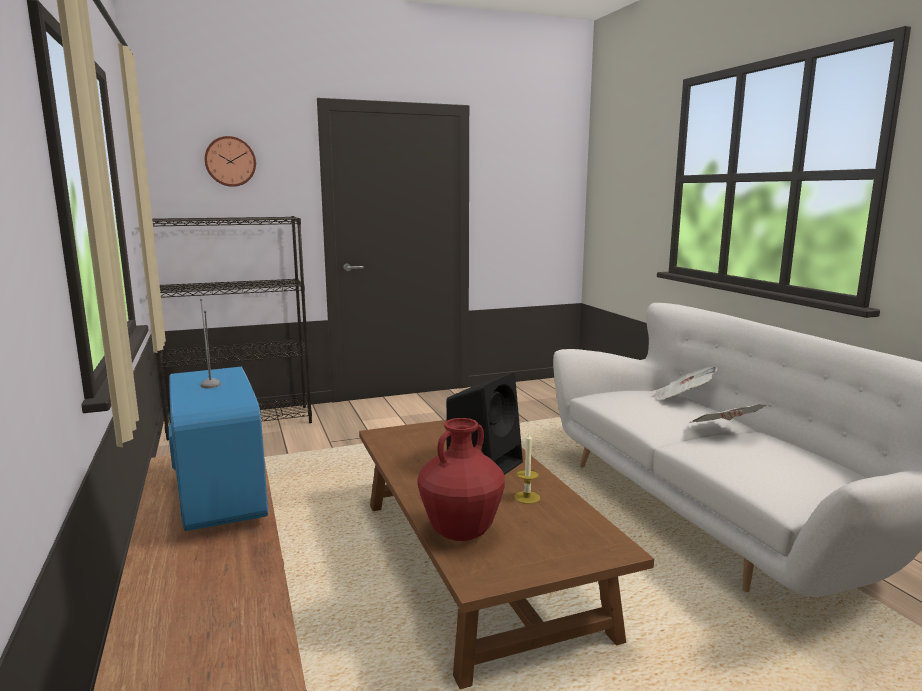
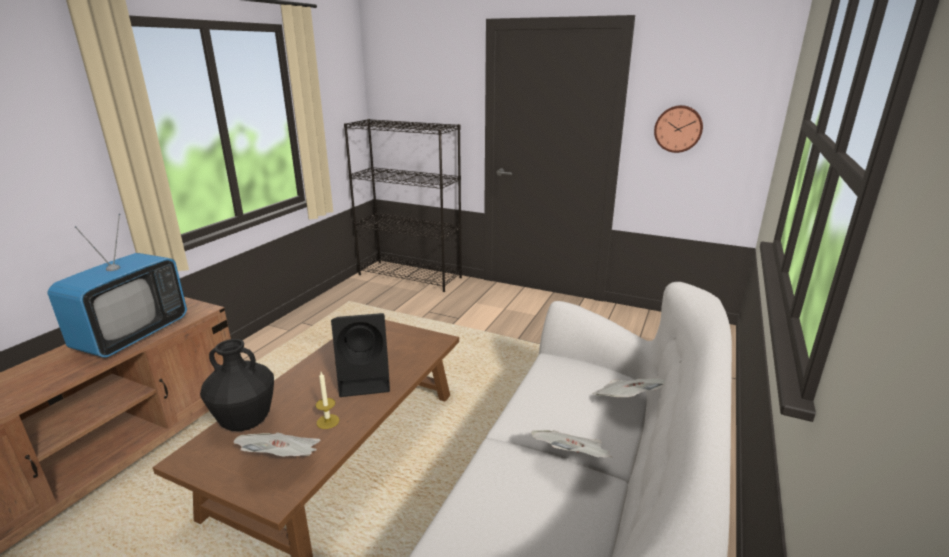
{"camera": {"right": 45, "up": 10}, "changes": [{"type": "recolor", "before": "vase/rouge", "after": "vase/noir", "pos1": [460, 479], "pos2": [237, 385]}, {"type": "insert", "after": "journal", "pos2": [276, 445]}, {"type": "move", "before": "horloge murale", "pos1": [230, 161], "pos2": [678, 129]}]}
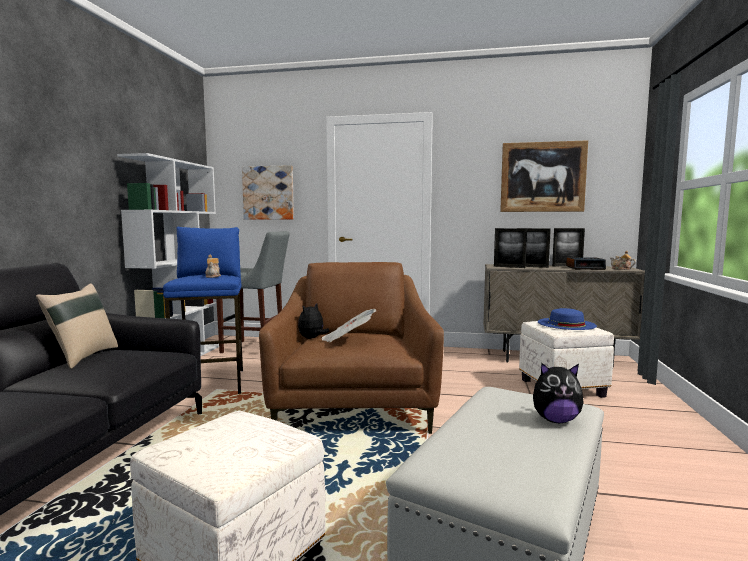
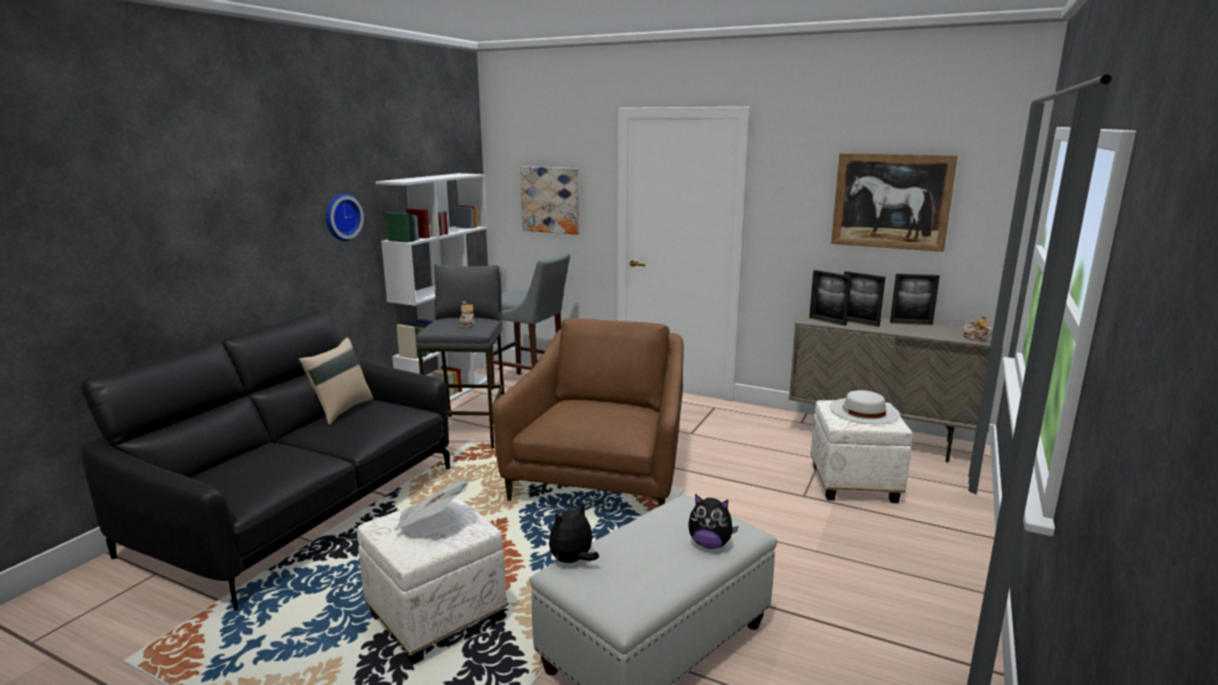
{"camera": {"right": 15, "up": 10}, "changes": [{"type": "insert", "after": "horloge murale", "pos2": [345, 217]}, {"type": "move", "before": "journal", "pos1": [348, 325], "pos2": [432, 504]}, {"type": "recolor", "before": "tabouret/bleu", "after": "tabouret/gris", "pos1": [203, 310], "pos2": [460, 356]}, {"type": "move", "before": "peluche", "pos1": [313, 321], "pos2": [574, 533]}, {"type": "recolor", "before": "chapeau/bleu", "after": "chapeau/blanc", "pos1": [567, 319], "pos2": [864, 407]}, {"type": "delete", "before": "réveil", "pos1": [586, 263]}]}
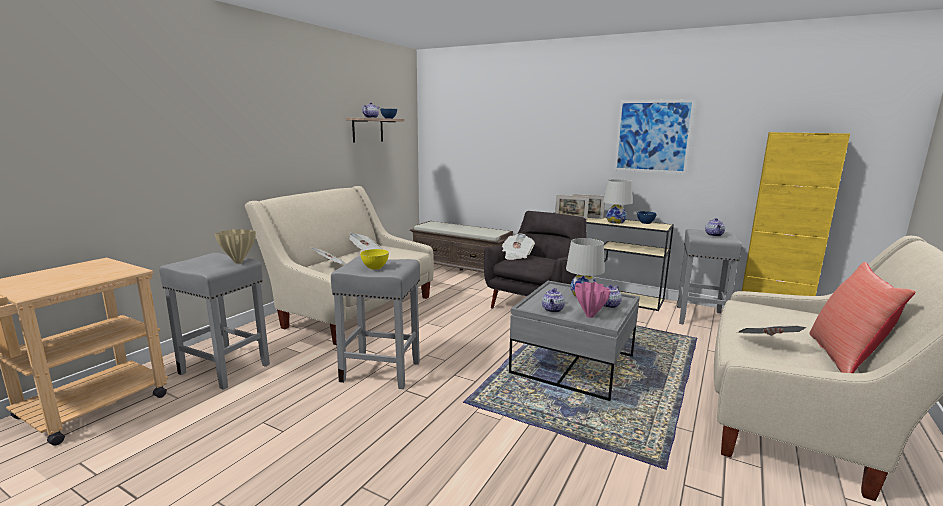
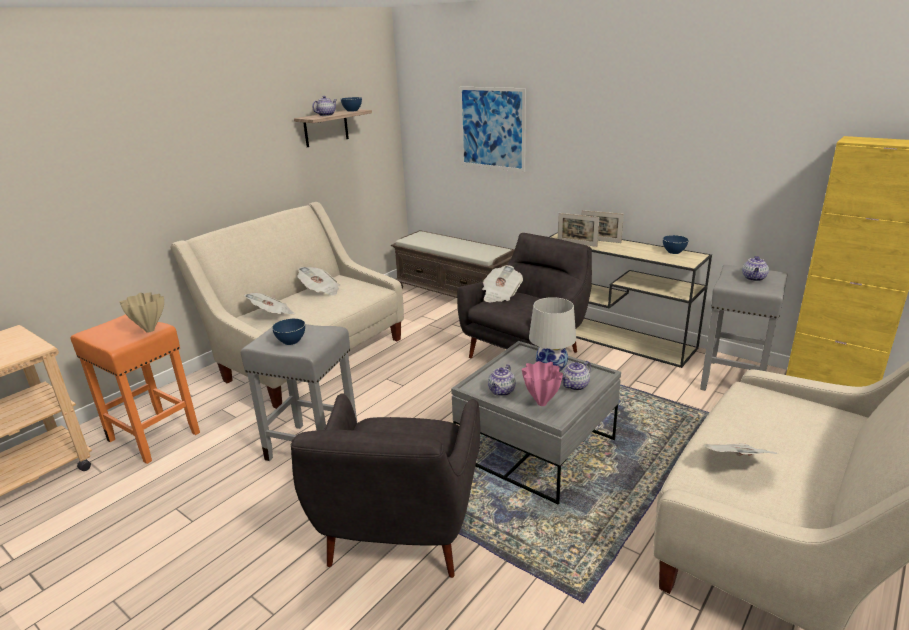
{"camera": {"right": 10, "up": 10}, "changes": [{"type": "recolor", "before": "tabouret/gris", "after": "tabouret/orange", "pos1": [214, 321], "pos2": [135, 389]}, {"type": "recolor", "before": "bol/jaune", "after": "bol/bleu", "pos1": [374, 259], "pos2": [288, 331]}, {"type": "insert", "after": "fauteuil/gris", "pos2": [385, 485]}, {"type": "move", "before": "tableau", "pos1": [655, 136], "pos2": [492, 129]}, {"type": "delete", "before": "lampe de table/blanc", "pos1": [617, 201]}, {"type": "delete", "before": "coussin/rouge", "pos1": [862, 317]}]}
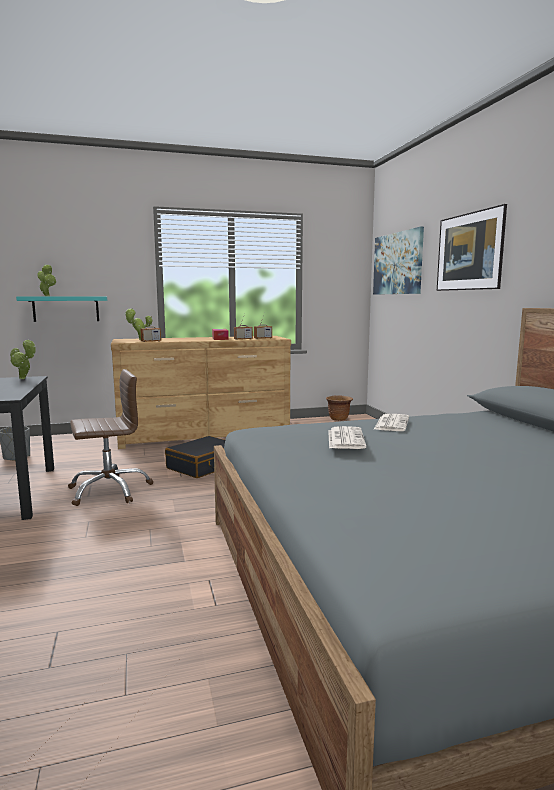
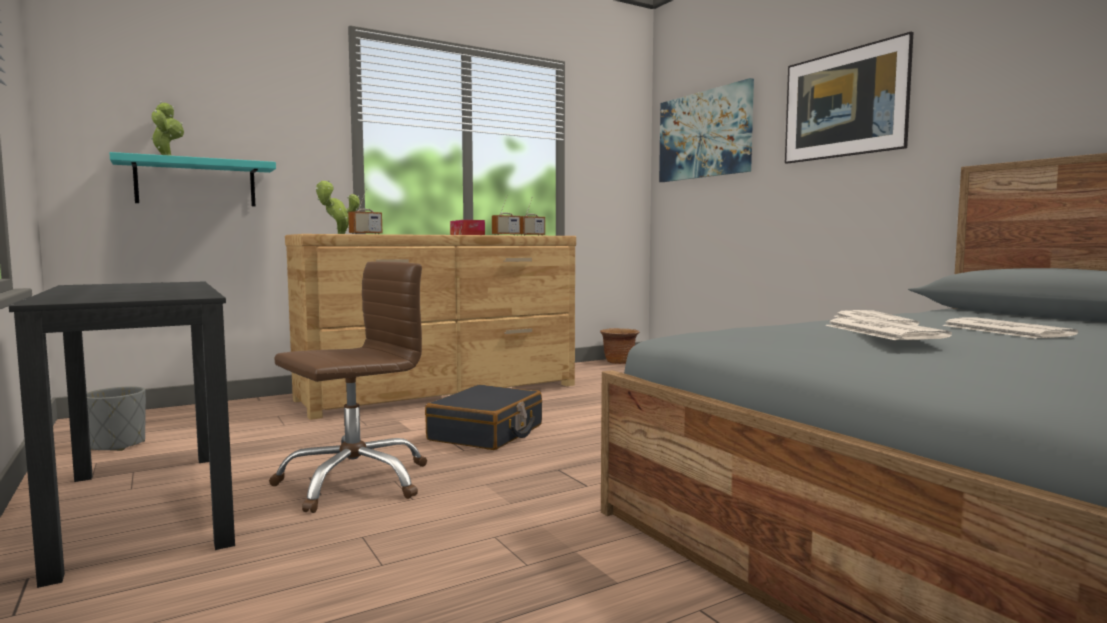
{"camera": {"right": -15, "up": -5}, "changes": [{"type": "insert", "after": "journal", "pos2": [1010, 328]}, {"type": "delete", "before": "plante en pot", "pos1": [23, 359]}]}
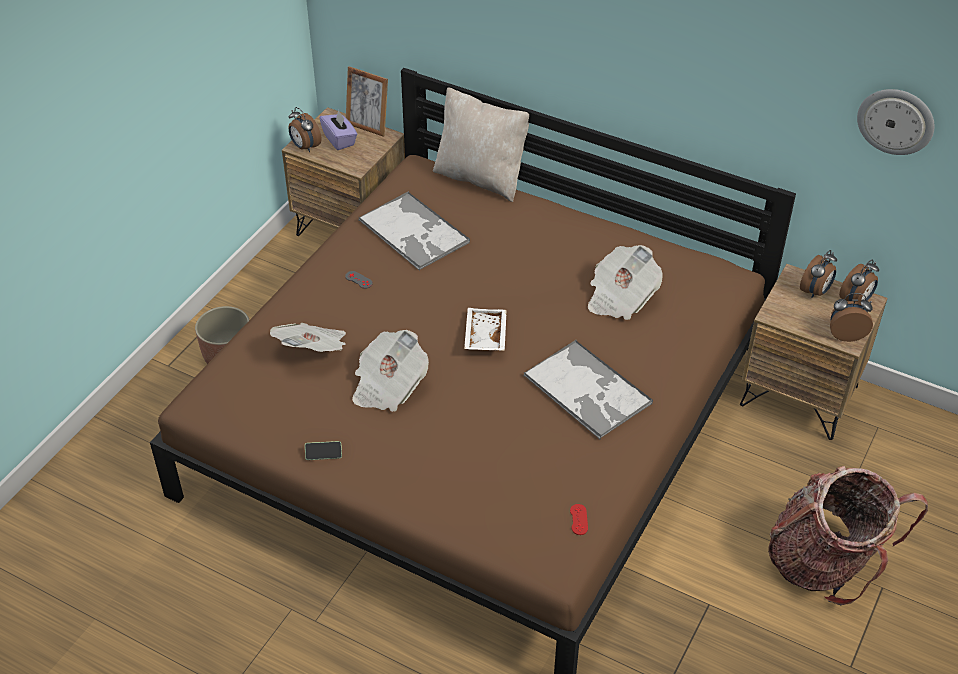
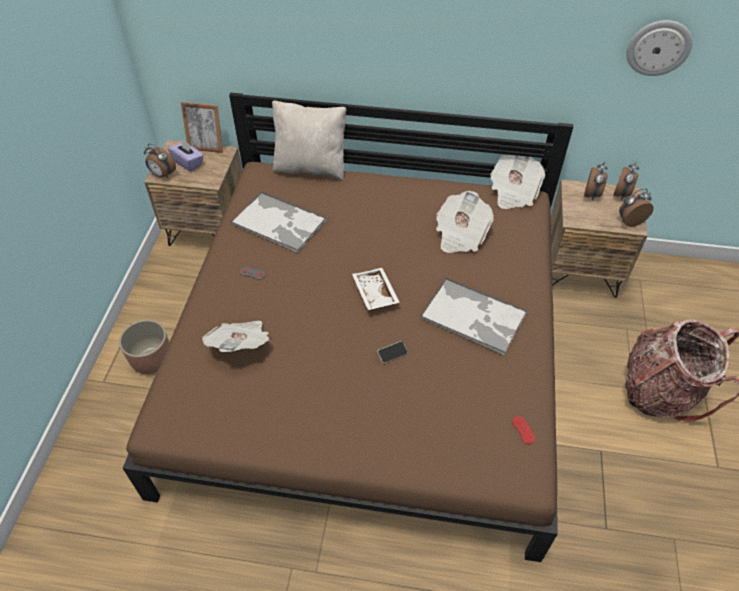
{"camera": {"right": -20, "up": 5}, "changes": [{"type": "move", "before": "téléphone", "pos1": [323, 450], "pos2": [392, 352]}, {"type": "move", "before": "journal", "pos1": [390, 371], "pos2": [517, 182]}]}
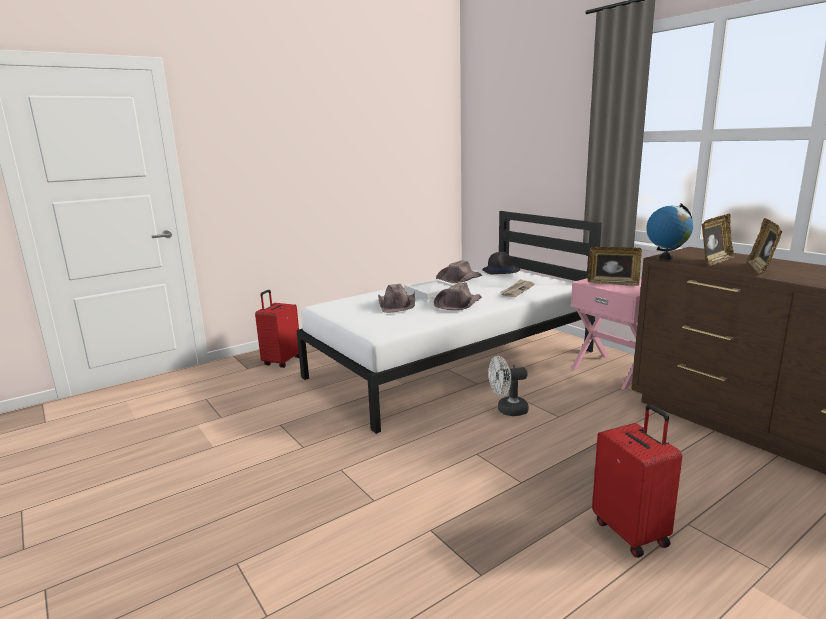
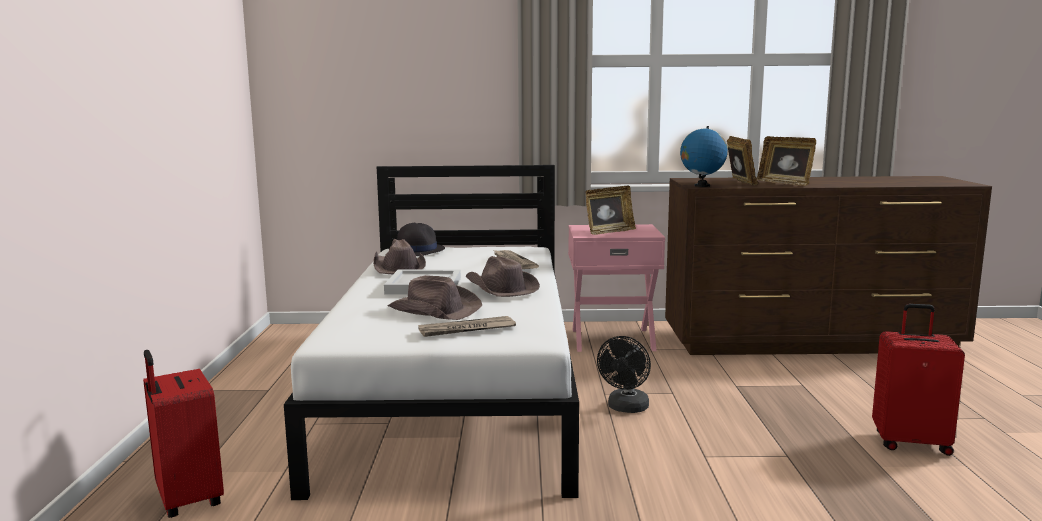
{"camera": {"right": -55, "up": -5}, "changes": [{"type": "insert", "after": "journal", "pos2": [467, 326]}, {"type": "recolor", "before": "ventilateur/blanc", "after": "ventilateur/noir", "pos1": [508, 386], "pos2": [624, 374]}]}
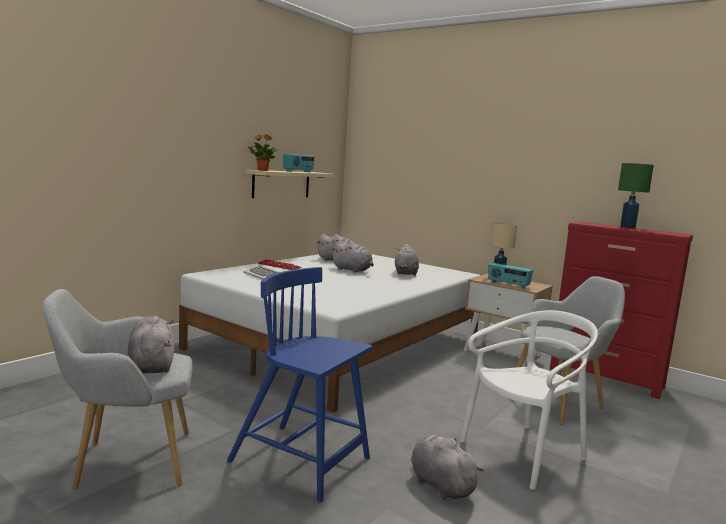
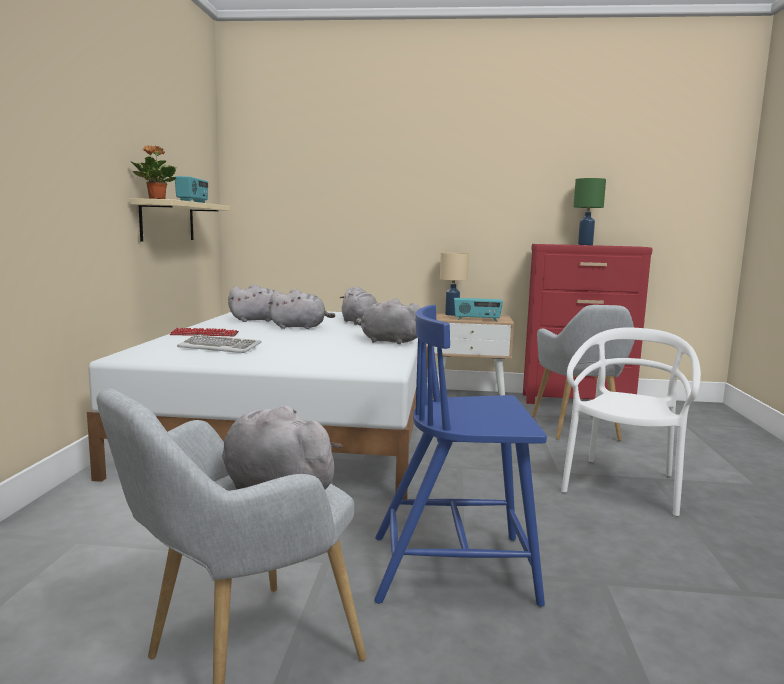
{"camera": {"right": -30, "up": 0}, "changes": [{"type": "move", "before": "peluche/gris", "pos1": [447, 467], "pos2": [388, 321]}, {"type": "rotate", "before": "fauteuil/gris", "pos1": [570, 350], "pos2": [583, 373], "turn": 150}]}
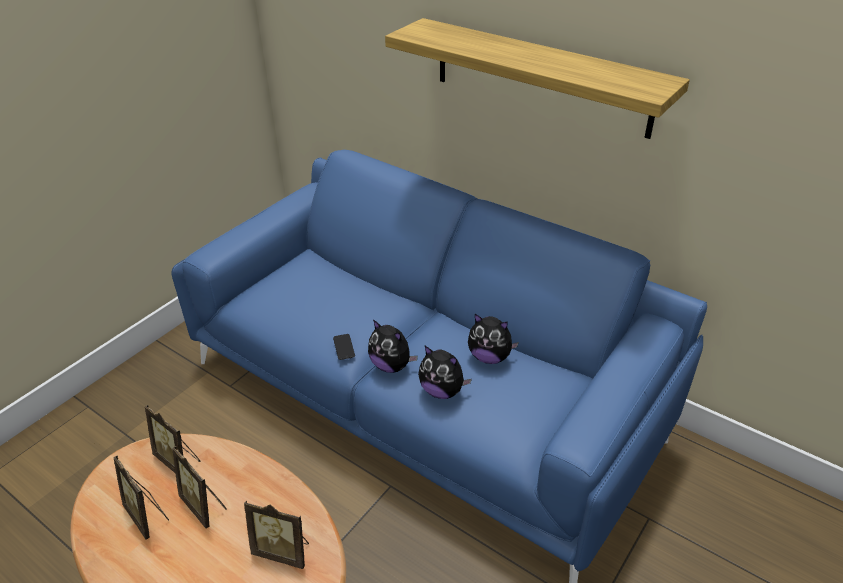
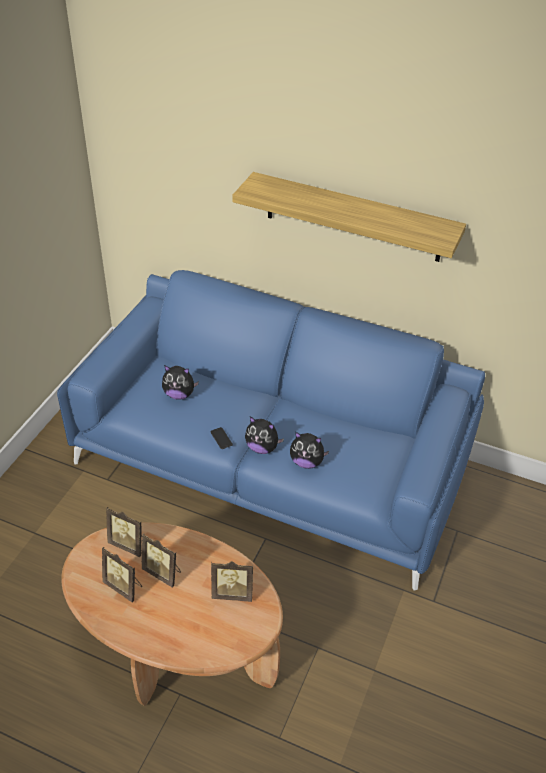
{"camera": {"right": -15, "up": 5}, "changes": [{"type": "move", "before": "peluche", "pos1": [493, 339], "pos2": [180, 382]}]}
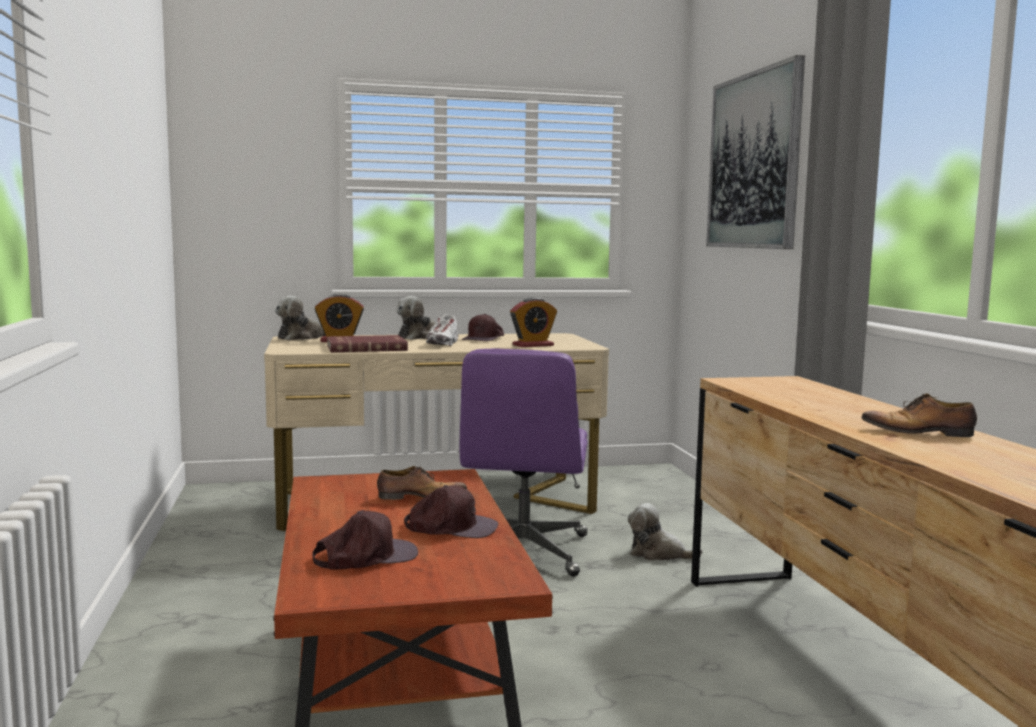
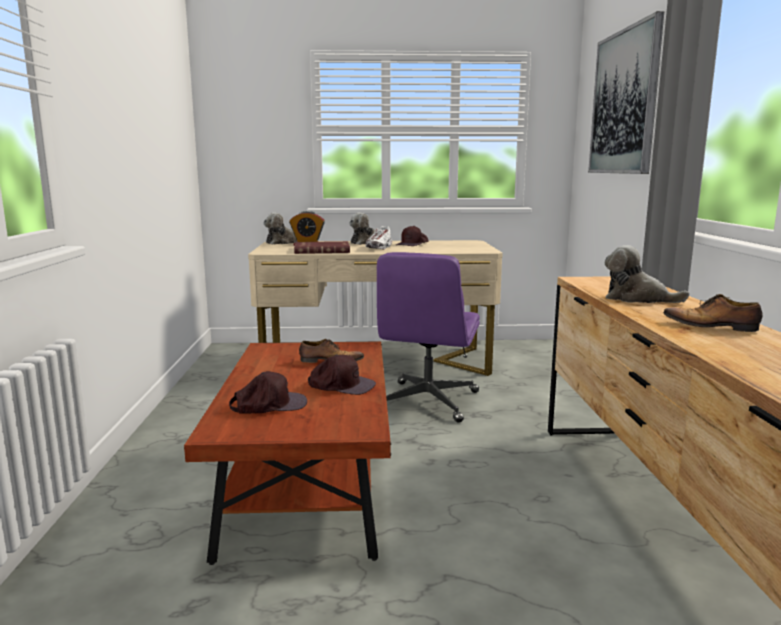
{"camera": {"right": 10, "up": 5}, "changes": [{"type": "move", "before": "peluche", "pos1": [665, 532], "pos2": [647, 274]}, {"type": "delete", "before": "réveil", "pos1": [533, 322]}]}
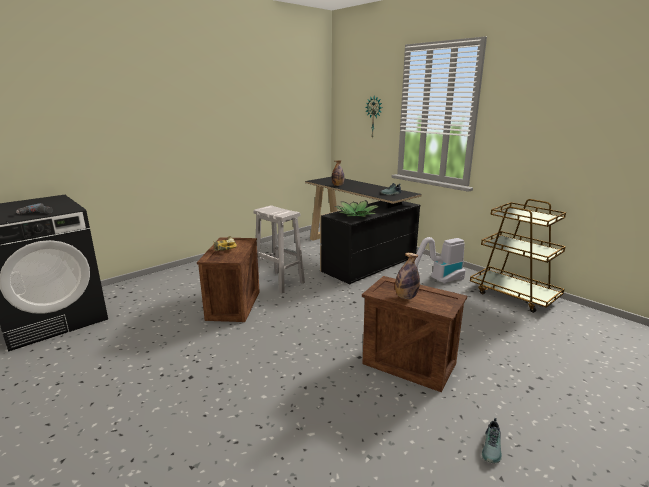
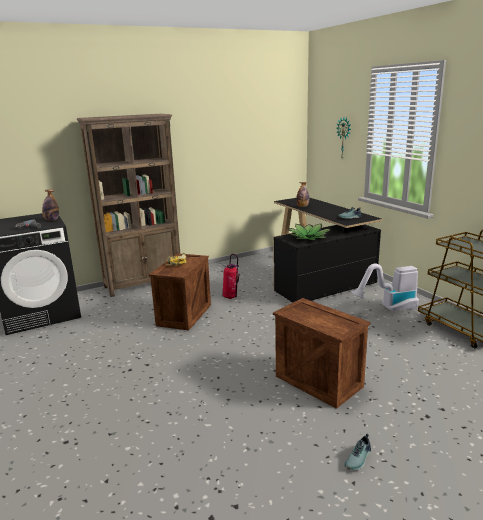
{"camera": {"right": 15, "up": 0}, "changes": [{"type": "move", "before": "bouteille", "pos1": [407, 276], "pos2": [50, 205]}, {"type": "insert", "after": "bibliothèque/marron", "pos2": [128, 205]}, {"type": "replace", "before": "tabouret/blanc", "after": "extincteur", "pos1": [279, 249], "pos2": [231, 276]}]}
